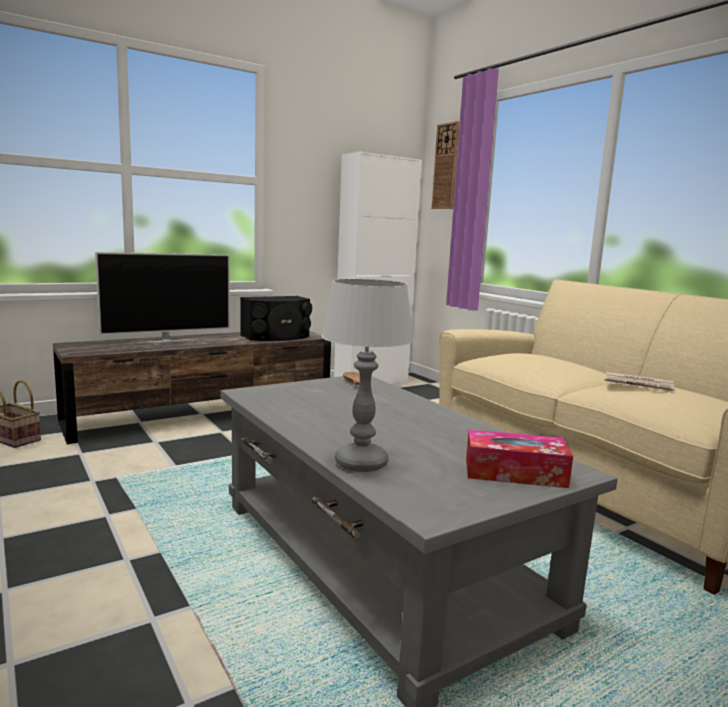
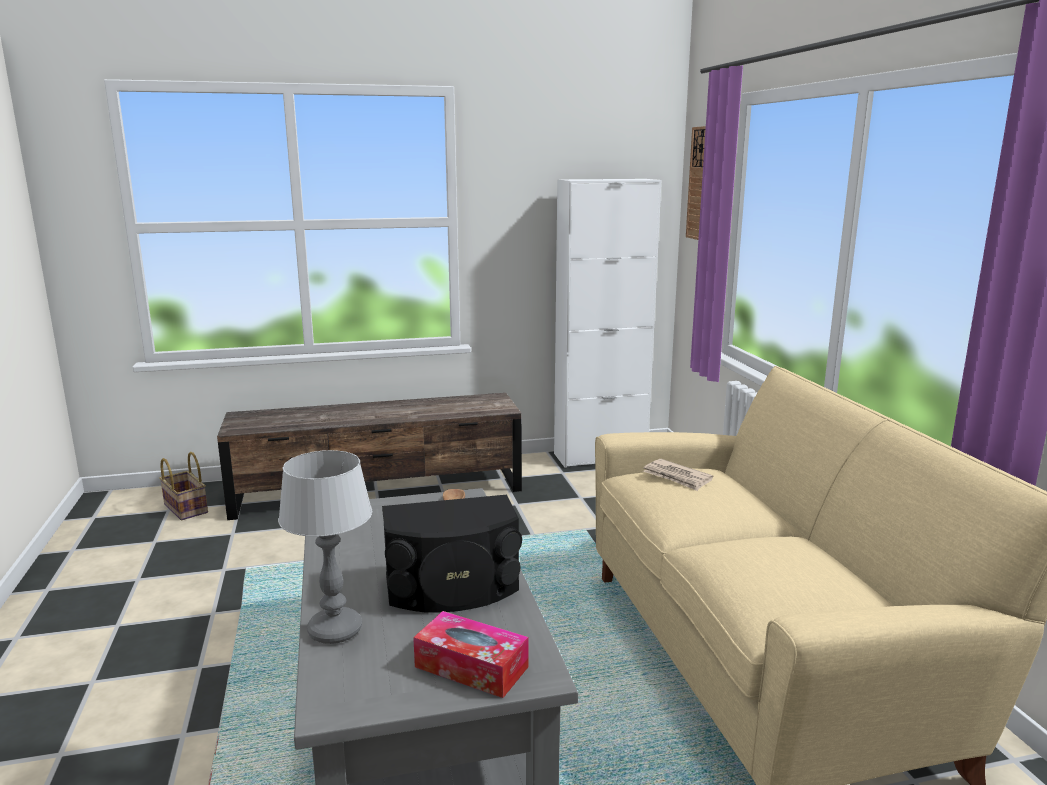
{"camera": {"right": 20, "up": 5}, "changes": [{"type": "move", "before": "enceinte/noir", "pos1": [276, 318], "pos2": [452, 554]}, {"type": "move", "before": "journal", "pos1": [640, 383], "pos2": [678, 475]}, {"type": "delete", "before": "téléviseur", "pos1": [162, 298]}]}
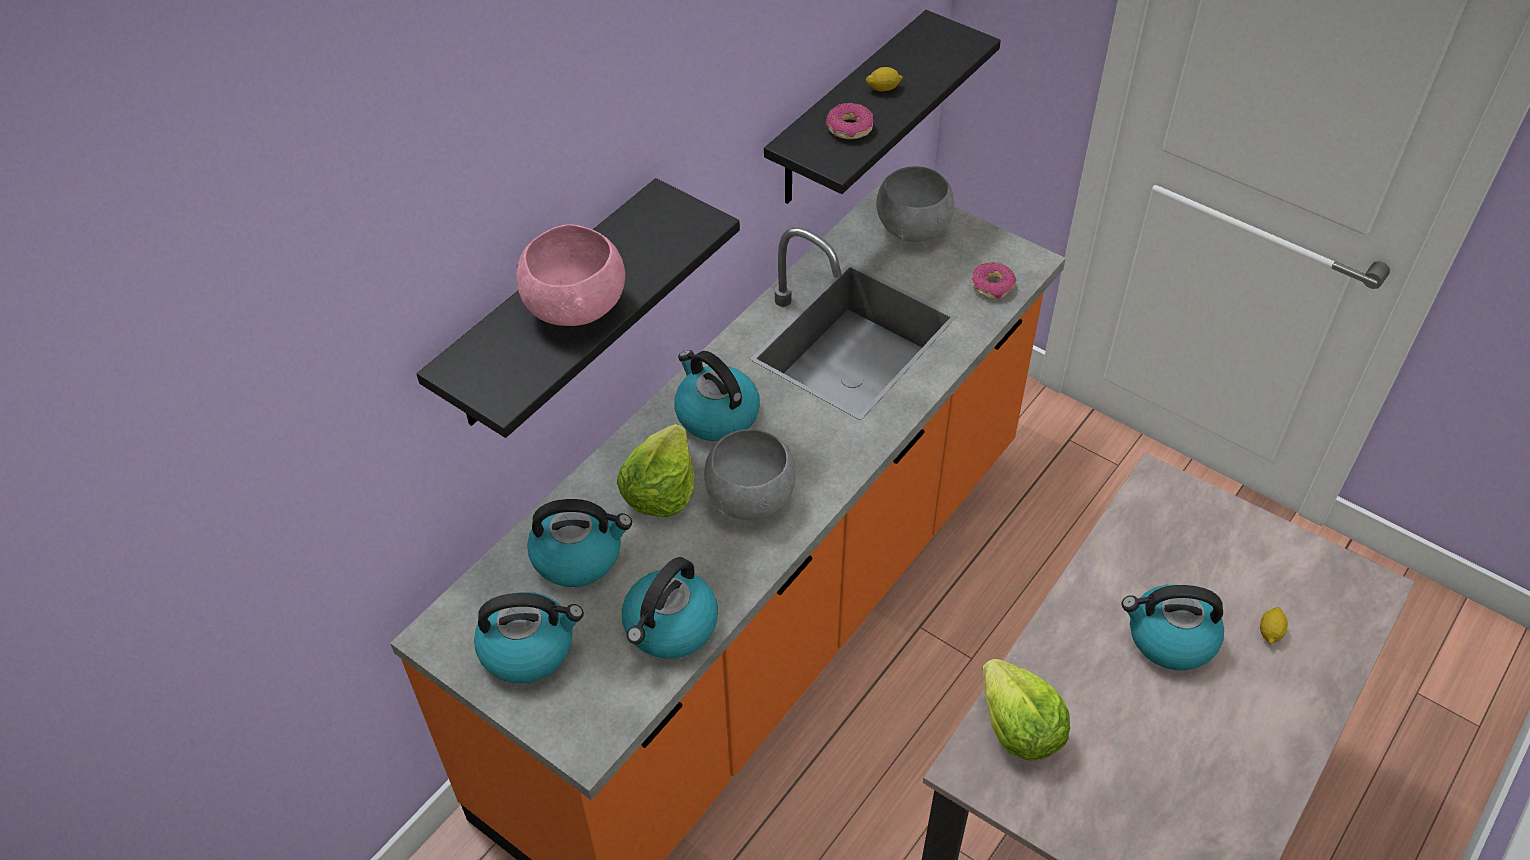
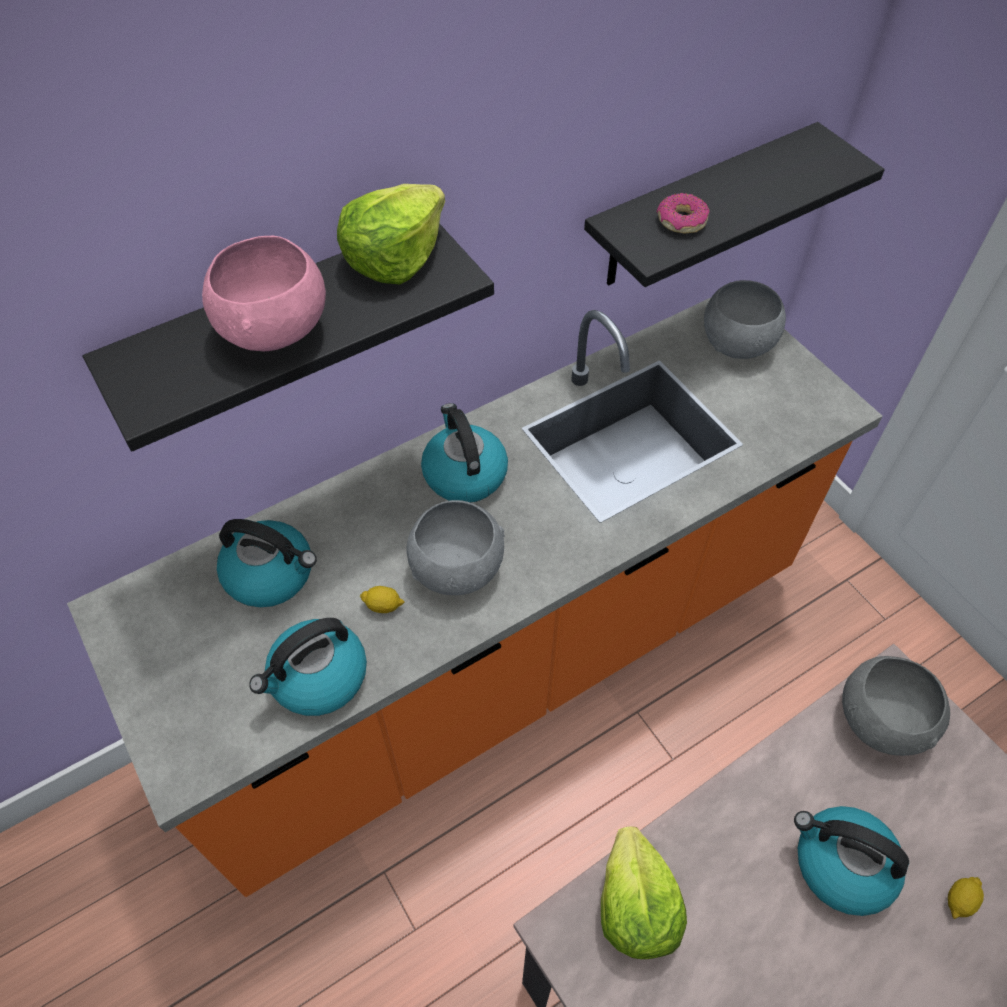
{"camera": {"right": 20, "up": 5}, "changes": [{"type": "move", "before": "laitue", "pos1": [655, 470], "pos2": [391, 234]}, {"type": "move", "before": "citron", "pos1": [884, 79], "pos2": [382, 599]}, {"type": "insert", "after": "bol/gris", "pos2": [896, 706]}, {"type": "delete", "before": "bouilloire", "pos1": [529, 637]}, {"type": "delete", "before": "beignet", "pos1": [993, 280]}]}
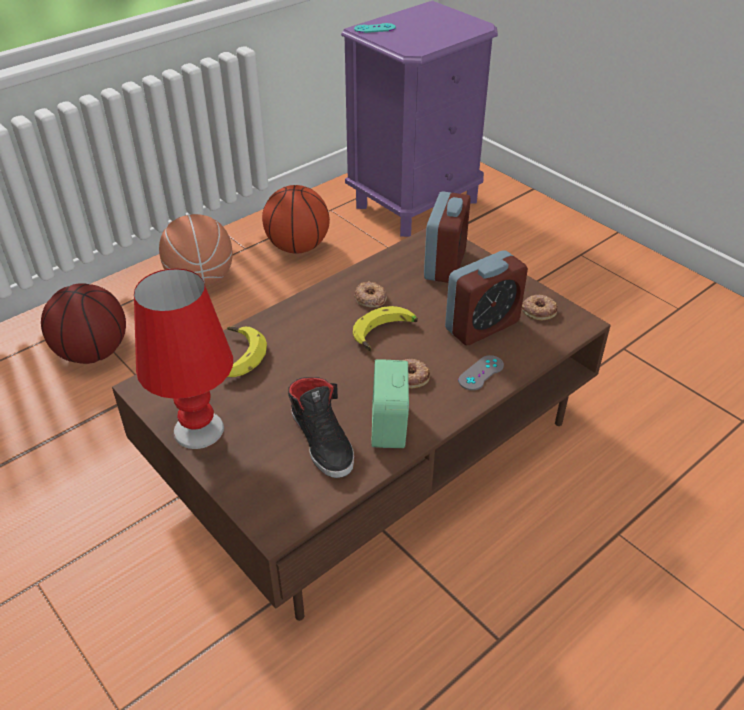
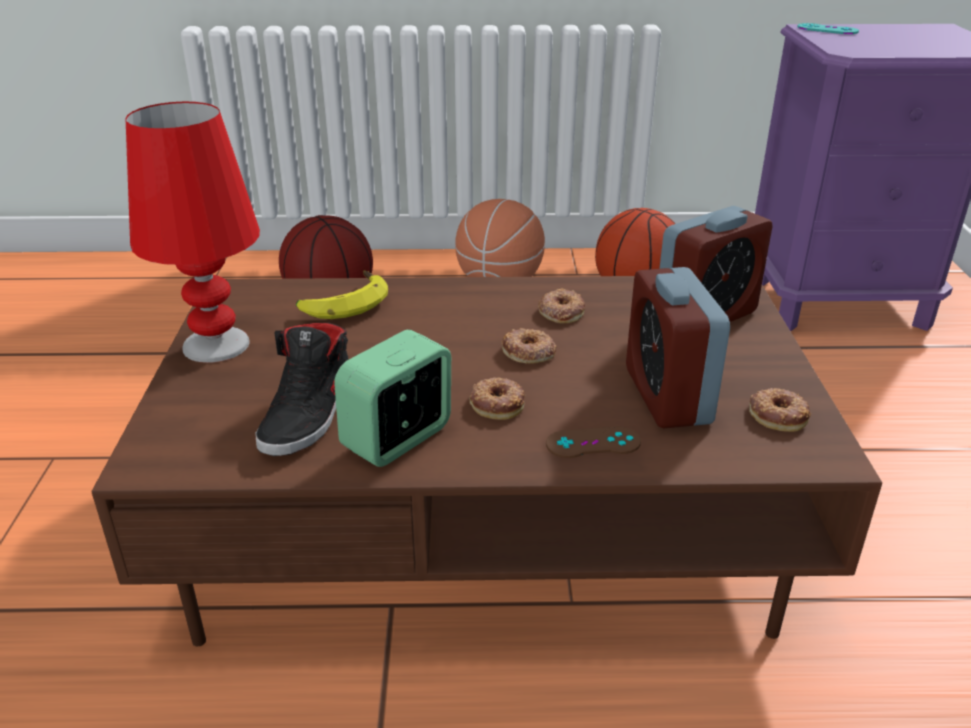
{"camera": {"right": 40, "up": -10}, "changes": [{"type": "replace", "before": "banane", "after": "beignet", "pos1": [385, 328], "pos2": [529, 346]}, {"type": "recolor", "before": "manette/gris", "after": "manette/marron", "pos1": [481, 372], "pos2": [593, 442]}, {"type": "rotate", "before": "réveil", "pos1": [486, 297], "pos2": [678, 347], "turn": 75}]}
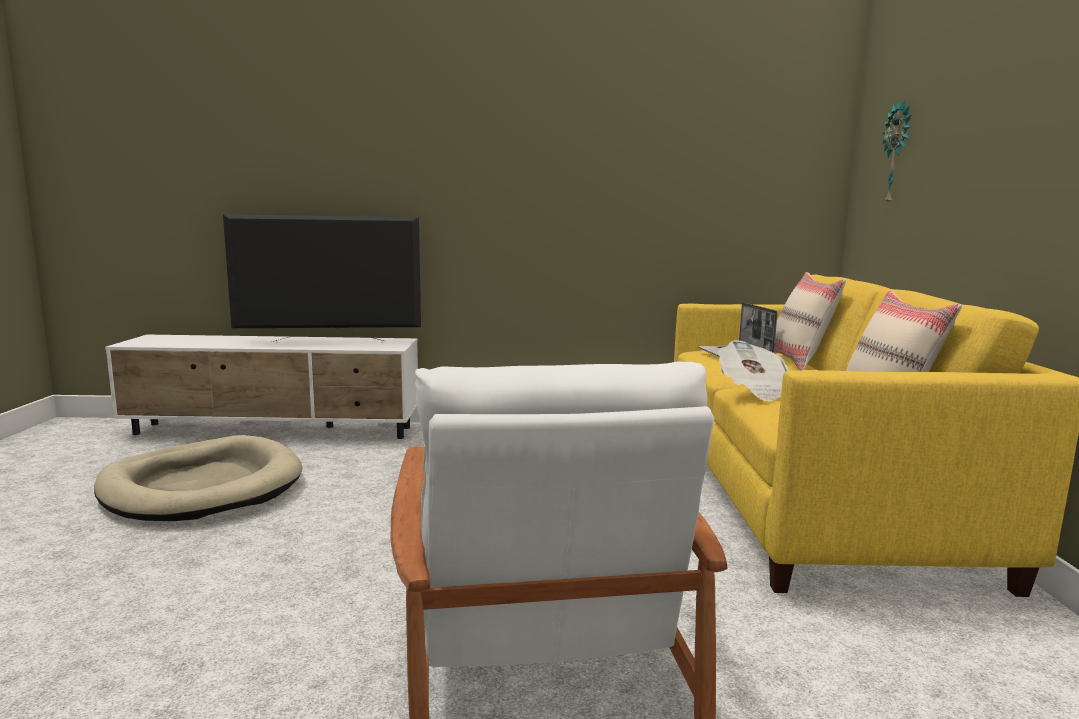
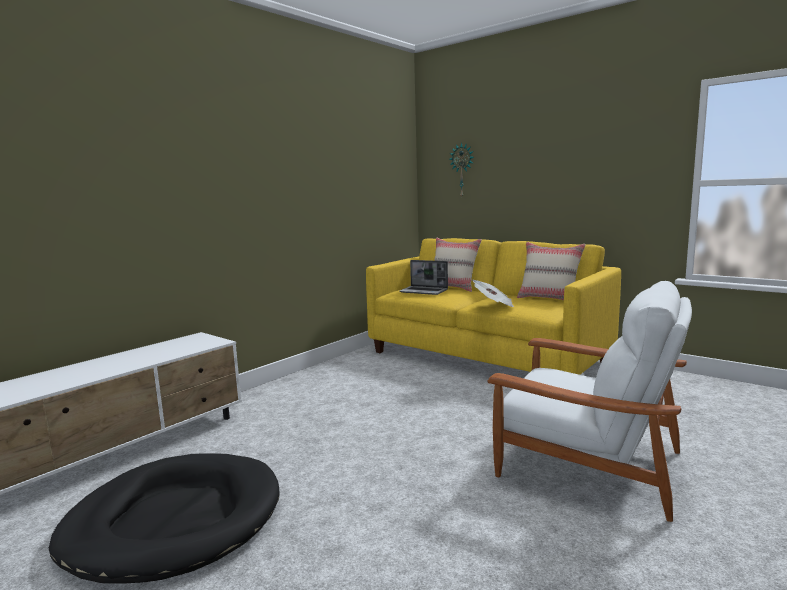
{"camera": {"right": -50, "up": 0}, "changes": [{"type": "recolor", "before": "panier pour chien/beige", "after": "panier pour chien/noir", "pos1": [198, 478], "pos2": [164, 518]}, {"type": "delete", "before": "téléviseur", "pos1": [322, 278]}]}
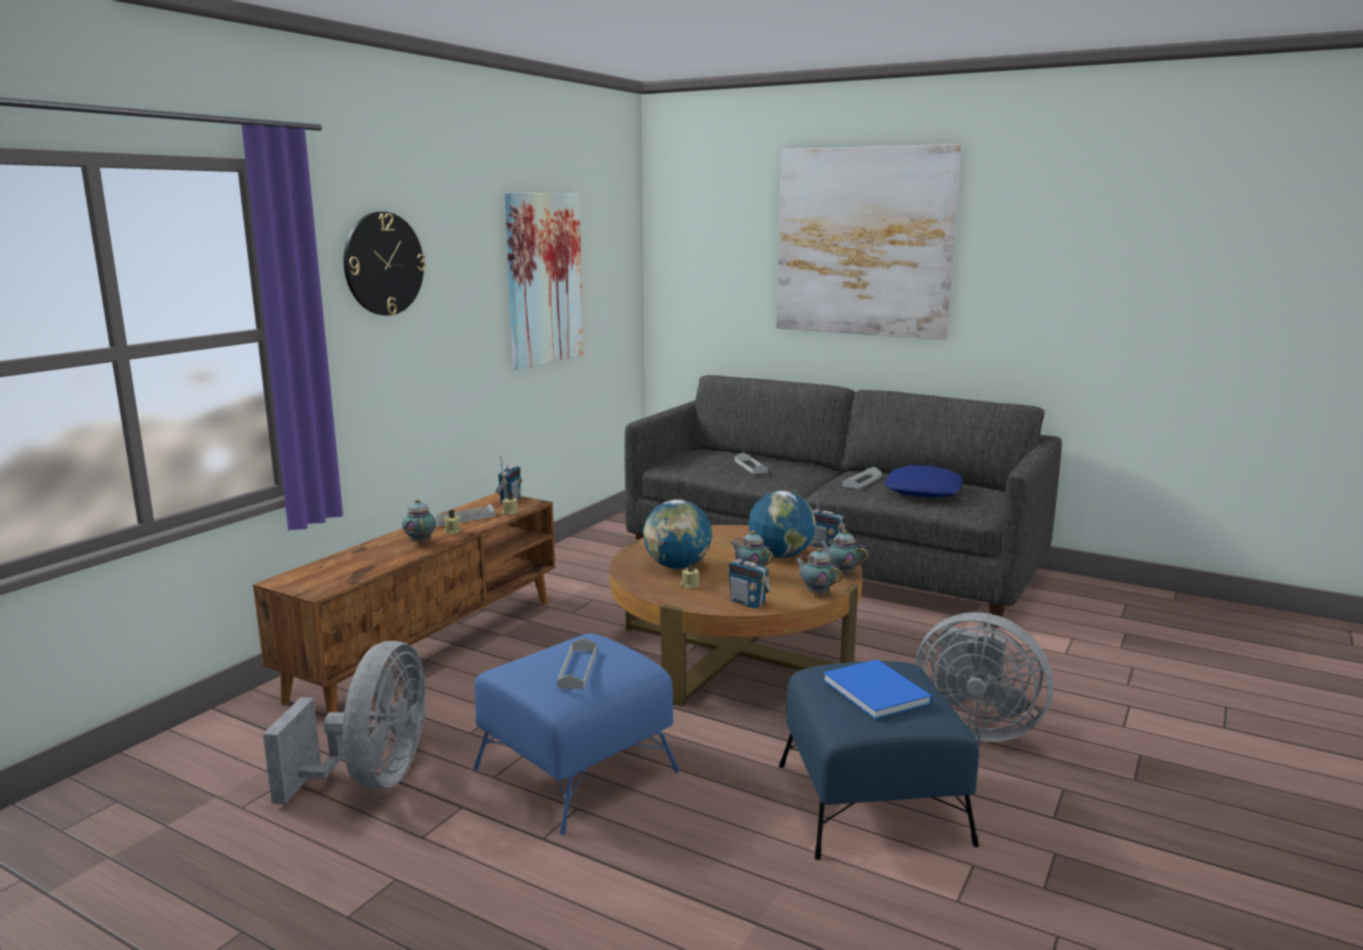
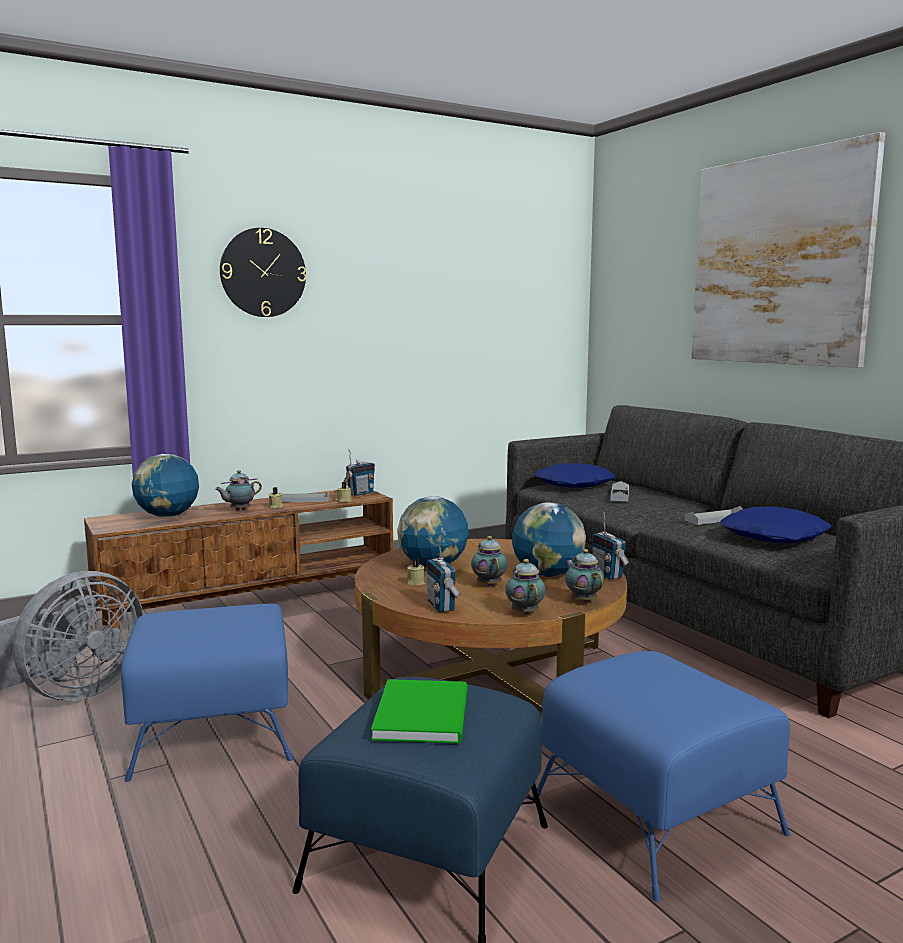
{"camera": {"right": 30, "up": -5}, "changes": [{"type": "insert", "after": "globe", "pos2": [165, 485]}, {"type": "rotate", "before": "théière", "pos1": [419, 521], "pos2": [238, 490], "turn": -135}, {"type": "recolor", "before": "livre/bleu", "after": "livre/vert", "pos1": [878, 689], "pos2": [419, 711]}, {"type": "replace", "before": "ventilateur/gris", "after": "pouf/bleu", "pos1": [984, 677], "pos2": [661, 776]}, {"type": "insert", "after": "coussin/bleu", "pos2": [574, 475]}, {"type": "delete", "before": "tableau", "pos1": [544, 281]}, {"type": "delete", "before": "plateau/gris", "pos1": [577, 663]}]}
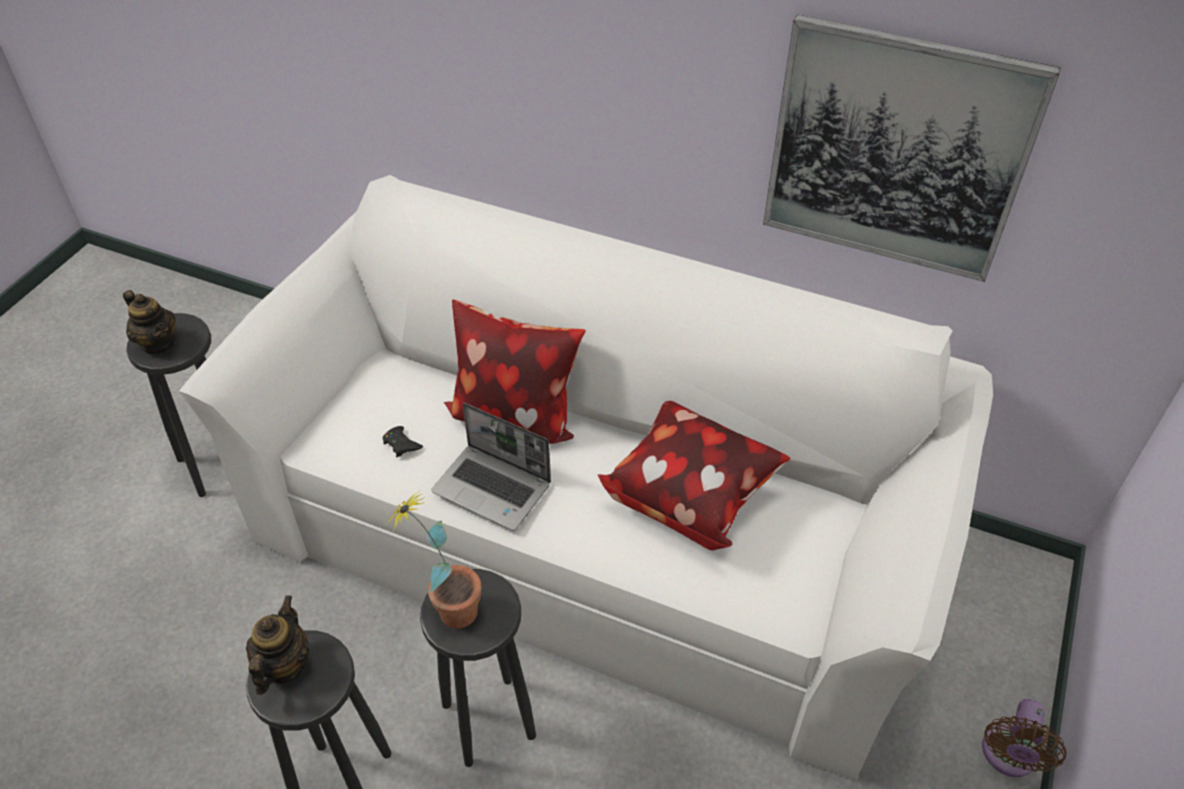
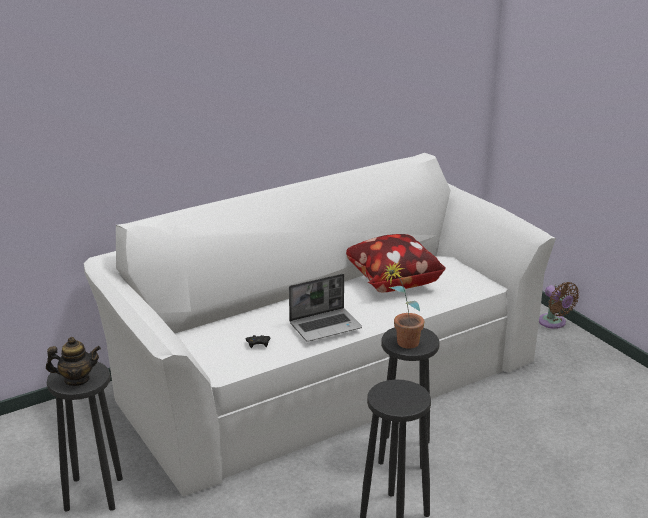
{"camera": {"right": -55, "up": -20}, "changes": [{"type": "delete", "before": "théière", "pos1": [277, 645]}, {"type": "delete", "before": "coussin", "pos1": [515, 371]}, {"type": "delete", "before": "tableau", "pos1": [912, 148]}]}
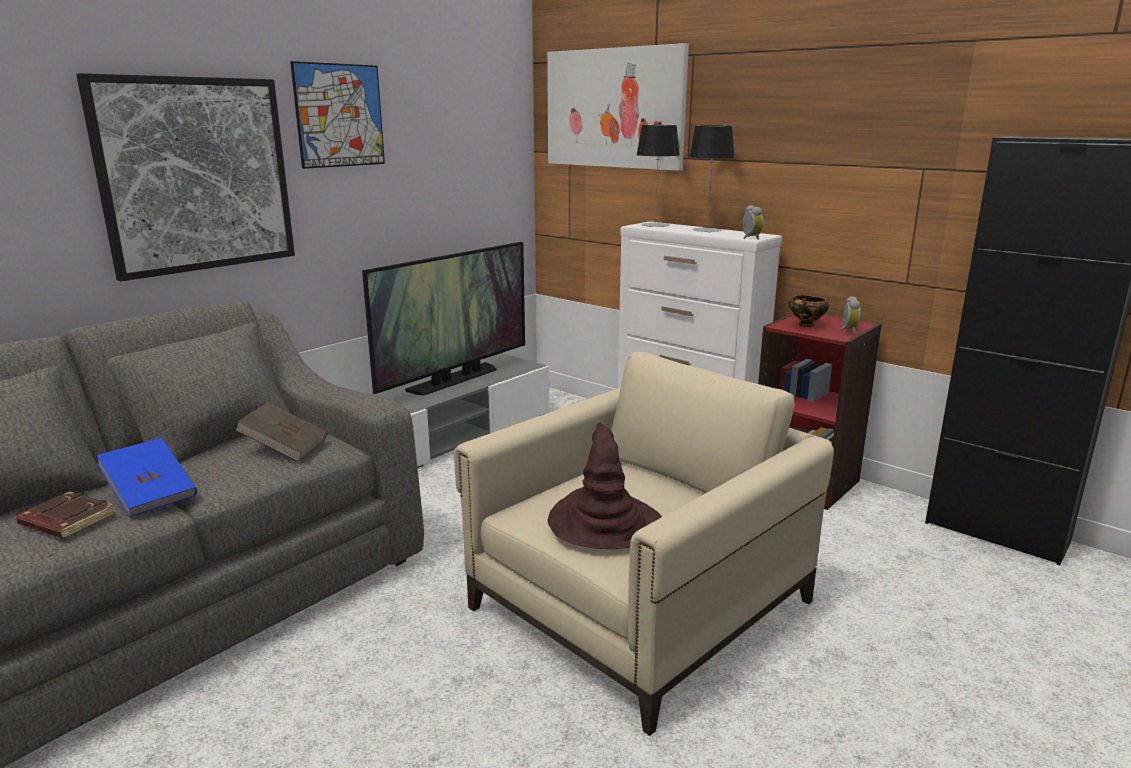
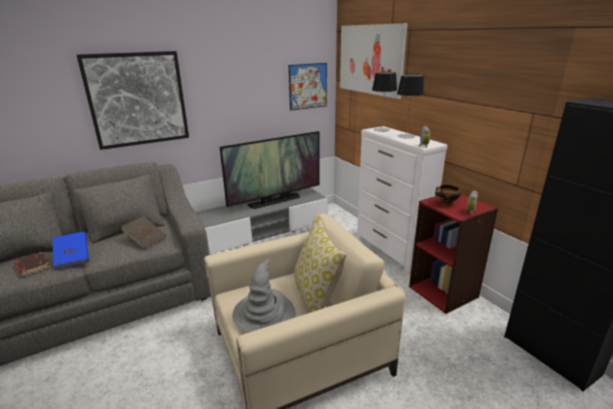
{"camera": {"right": 20, "up": 5}, "changes": [{"type": "recolor", "before": "chapeau/marron", "after": "chapeau/gris", "pos1": [604, 486], "pos2": [264, 295]}, {"type": "move", "before": "tableau", "pos1": [337, 115], "pos2": [308, 86]}, {"type": "insert", "after": "coussin", "pos2": [320, 264]}]}
